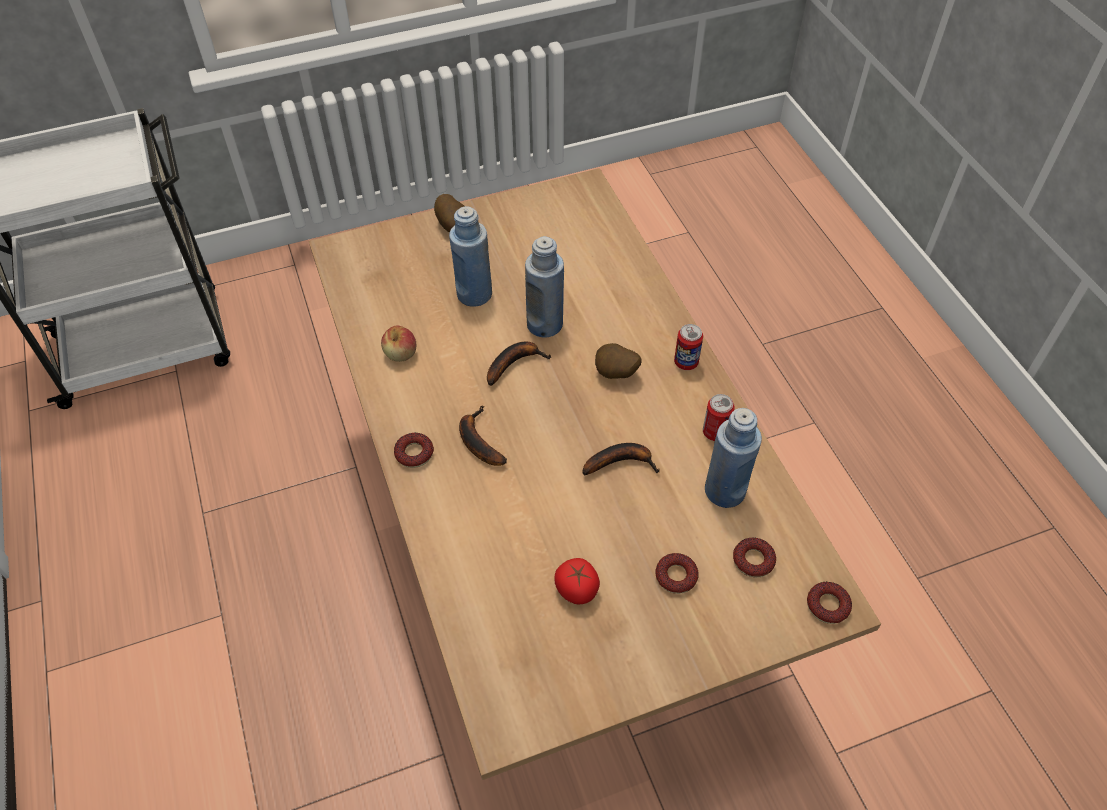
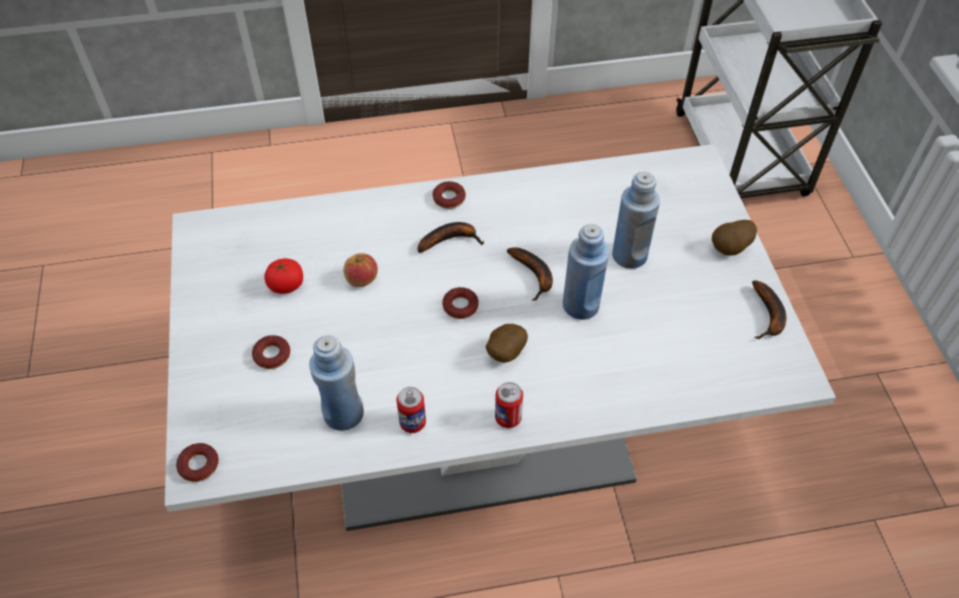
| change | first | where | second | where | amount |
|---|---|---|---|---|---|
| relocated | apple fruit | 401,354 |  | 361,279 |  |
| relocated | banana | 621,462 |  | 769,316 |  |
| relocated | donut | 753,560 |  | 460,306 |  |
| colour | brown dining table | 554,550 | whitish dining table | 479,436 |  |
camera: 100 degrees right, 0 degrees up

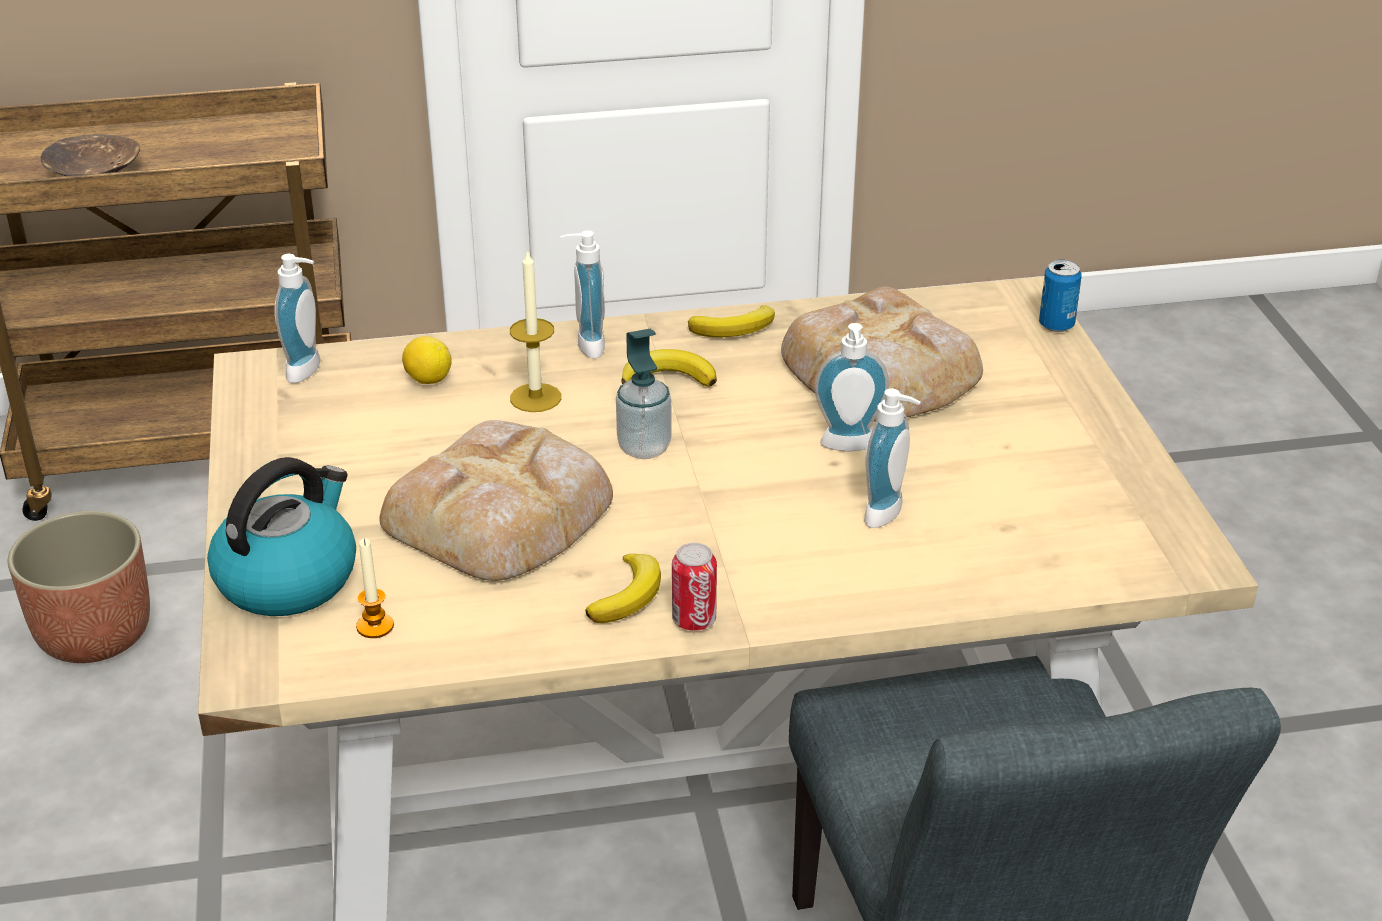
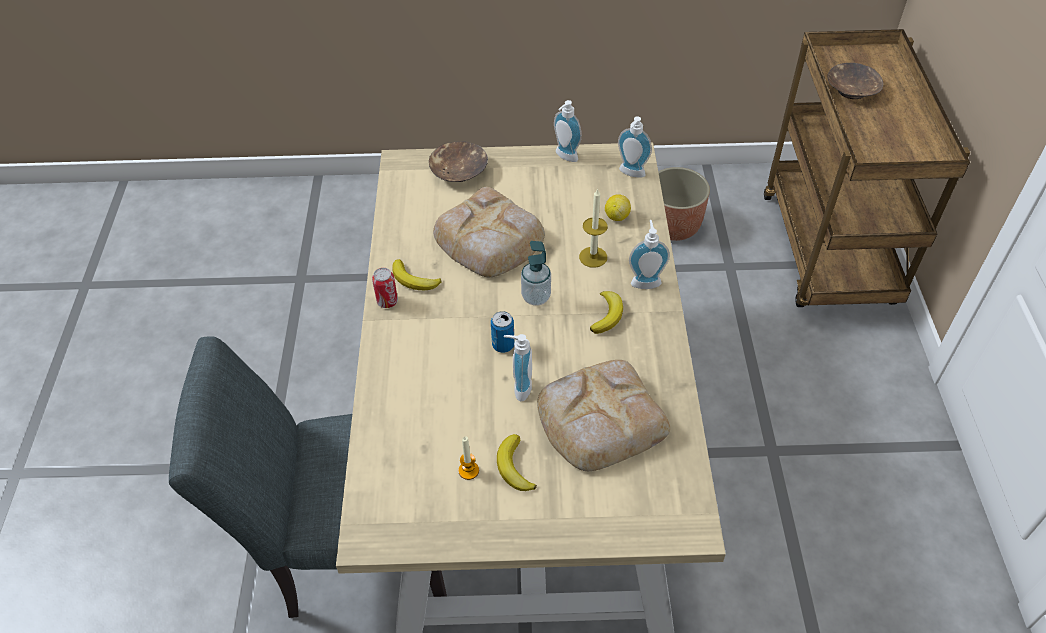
| change | first | where | second | where | amount |
|---|---|---|---|---|---|
| relocated | wax light | 375,626 |  | 468,470 |  |
| relocated | banana | 735,328 |  | 514,467 |  |
| relocated | soap dispenser | 889,515 |  | 564,157 |  |
| relocated | sealed can | 1056,325 |  | 503,345 |  |
| exchanged | water kettle | 288,578 | brown bowl | 459,171 |  |
camera: 100 degrees right, 15 degrees up

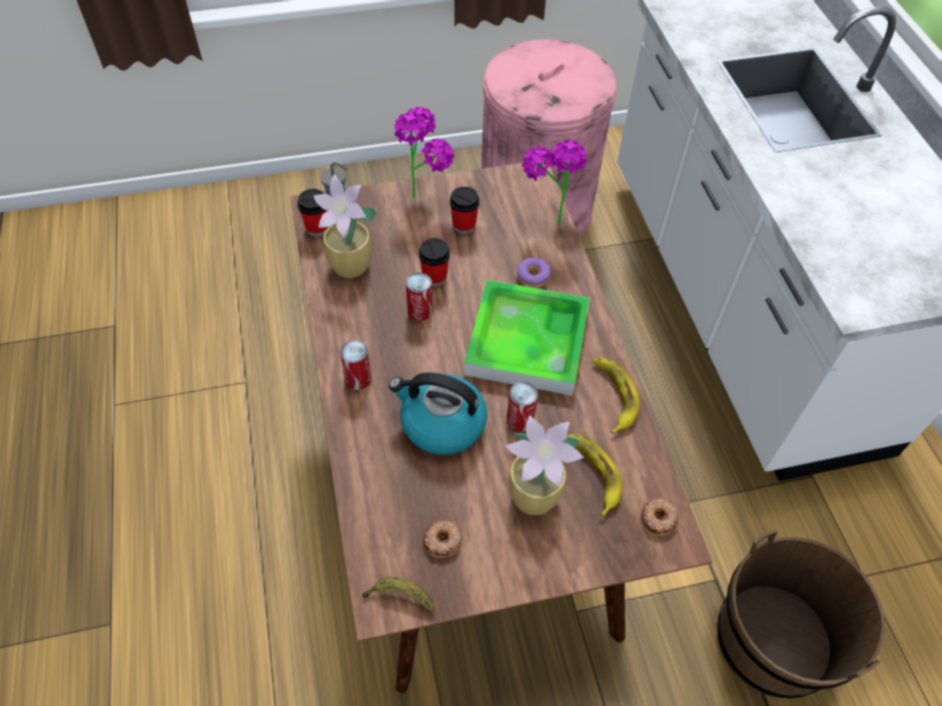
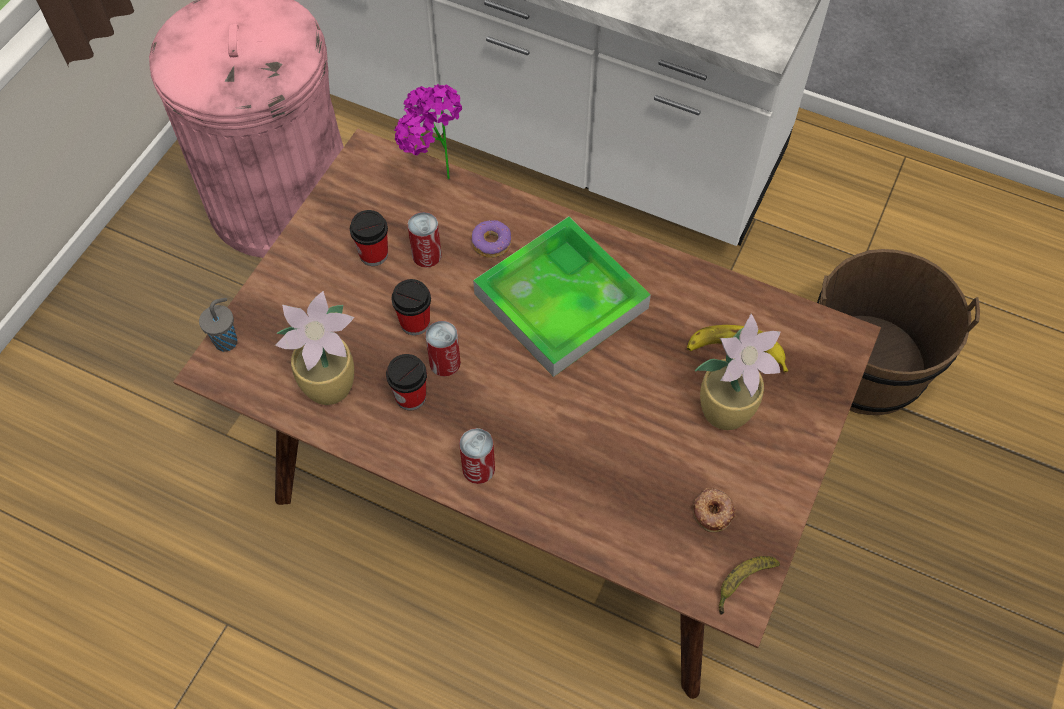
| change | first | where | second | where | amount |
|---|---|---|---|---|---|
| missing | water kettle | 441,424 |  |  |  |
| missing | plant in a pot | 424,192 |  |  |  |
| missing | banana | 613,395 |  |  |  |
| missing | donut | 659,518 |  |  |  |
| relocated | drinking cup | 317,228 |  | 410,397 |  |
| relocated | sealed can | 520,419 |  | 427,255 |  |
camera: 50 degrees left, 5 degrees up

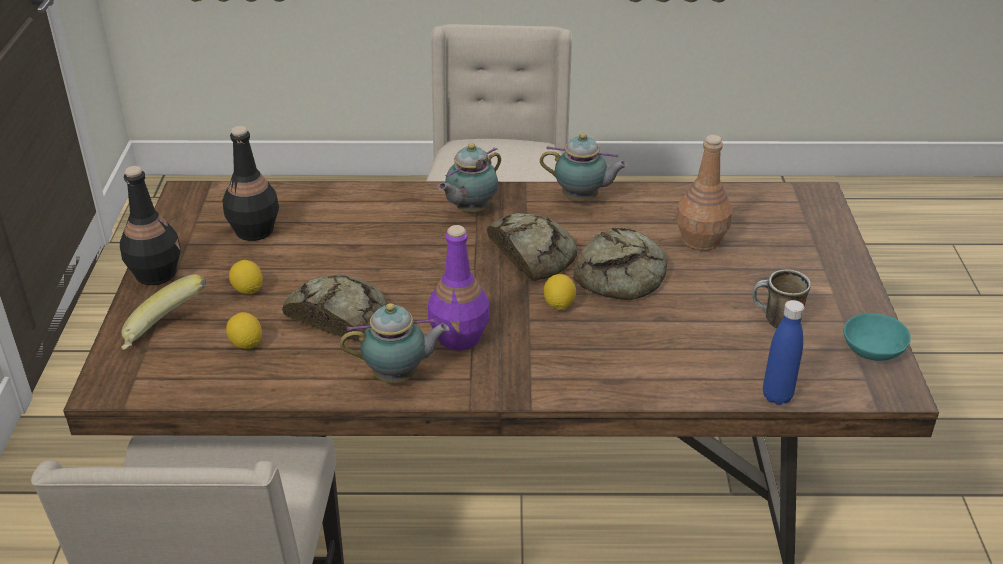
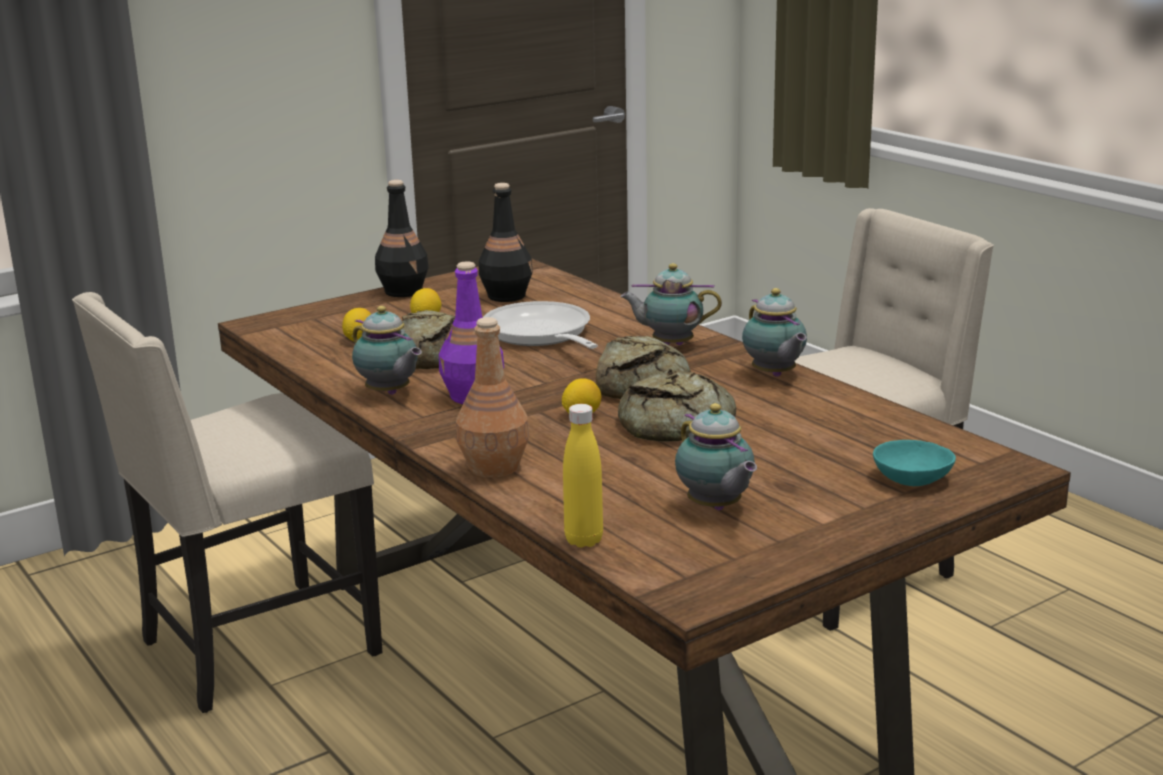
| change | first | where | second | where | amount |
|---|---|---|---|---|---|
| missing | banana | 165,334 |  |  |  |
| appeared |  |  | skillet | 540,335 |  |
| relocated | brown beverage bottle | 700,240 |  | 493,467 |  |
| relocated | turquoise bowl | 872,347 |  | 913,477 |  |
| exchanged | tea mug | 775,321 | teapot | 715,508 |  |
| colour | blue beverage bottle | 777,396 | yellowish beverage bottle | 584,540 |  |
camera: 55 degrees right, 15 degrees down

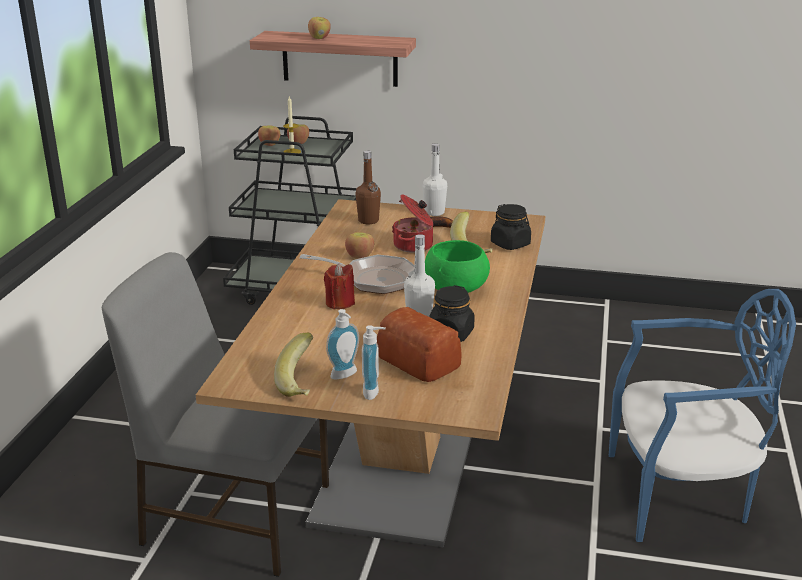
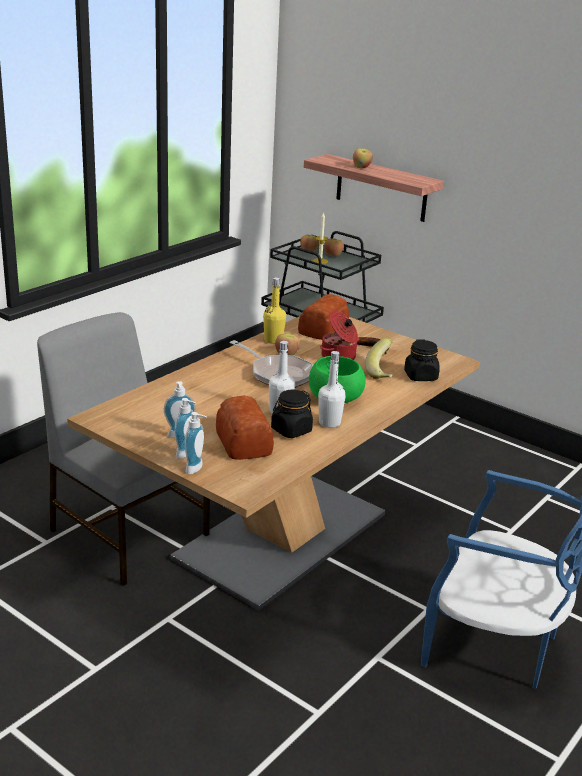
| change | first | where | second | where | amount |
|---|---|---|---|---|---|
| missing | banana | 302,383 |  |  |  |
| missing | red-coloured wax light | 340,303 |  |  |  |
| appeared |  |  | soap dispenser | 196,469 |  |
| appeared |  |  | yellowish beverage bottle | 273,340 |  |
| relocated | whitish beverage bottle | 434,212 |  | 329,423 |  |
| exchanged | brown beverage bottle | 368,221 | bread | 324,329 |  |
camera: 25 degrees right, 0 degrees up

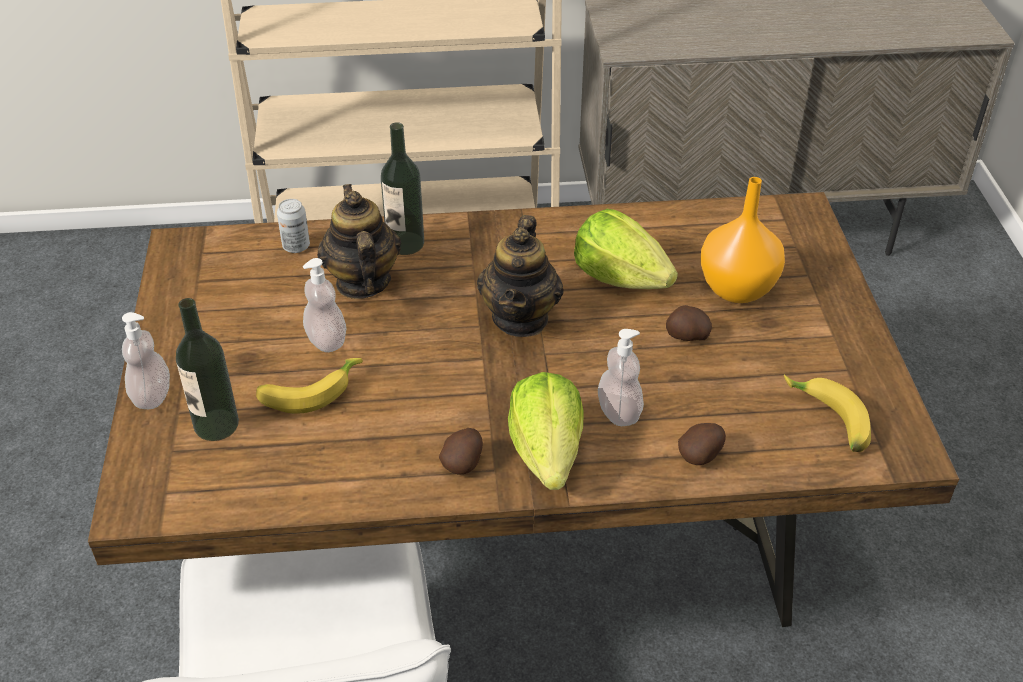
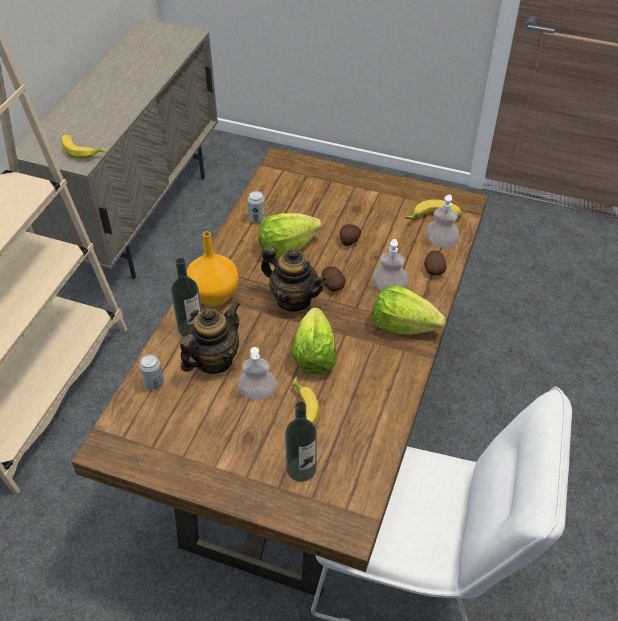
| change | first | where | second | where | amount |
|---|---|---|---|---|---|
| appeared |  |  | banana | 83,151 |  |
| appeared |  |  | sealed can | 257,219 |  |
| appeared |  |  | lettuce head | 314,355 |  |
| relocated | soap dispenser | 152,396 |  | 441,242 |  |
| relocated | potato | 464,462 |  | 332,285 |  |
| relocated | orangey flower vase | 738,288 |  | 214,294 |  |
| spun | teapot | 362,282 |  | 214,360 | 120 degrees clockwise |
camera: 65 degrees left, 5 degrees up

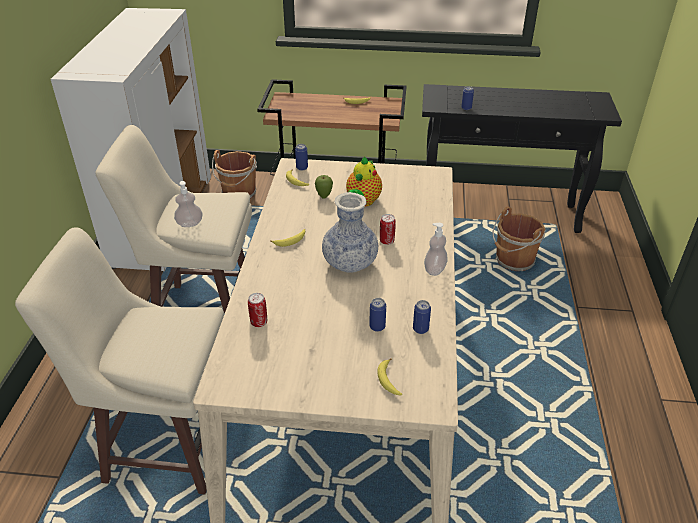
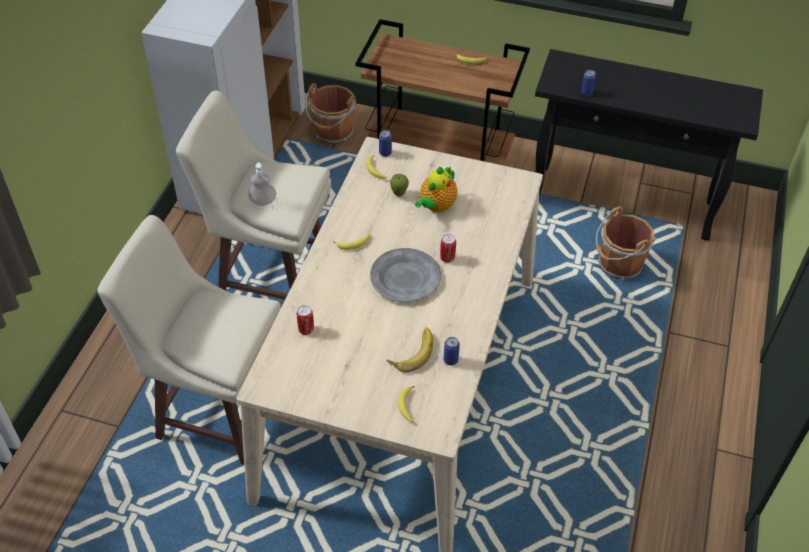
| change | first | where | second | where | amount |
|---|---|---|---|---|---|
| missing | soap dispenser | 434,269 |  |  |  |
| exchanged | flower vase | 350,263 | greyish dinner plate | 404,278 |  |
| exchanged | sealed can | 377,327 | banana | 411,351 |  |
camera: 10 degrees right, 10 degrees up

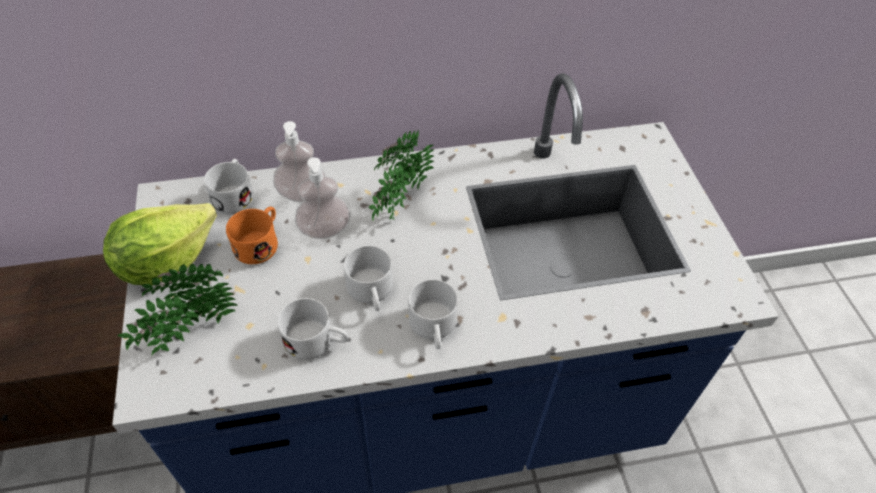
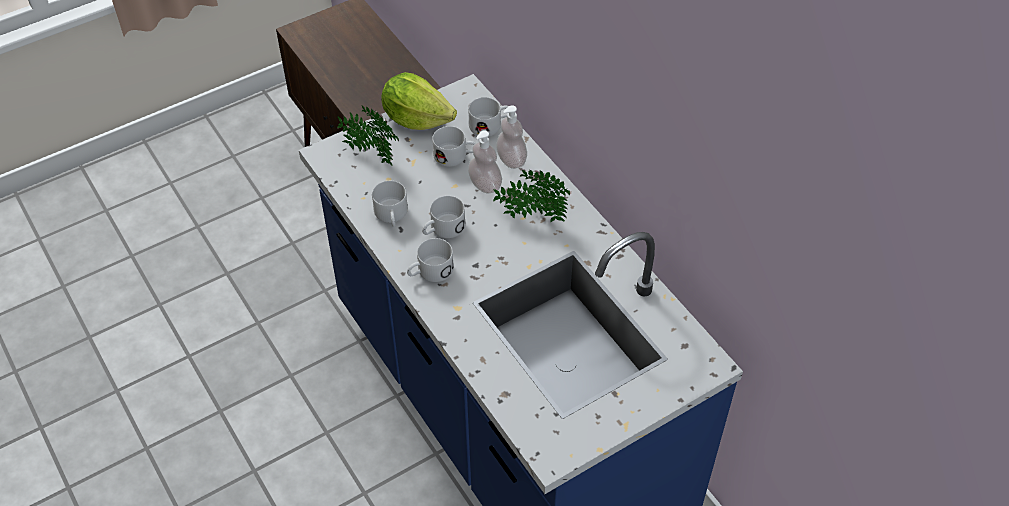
| change | first | where | second | where | amount |
|---|---|---|---|---|---|
| colour | orangey tea mug | 260,242 | whitish tea mug | 456,156 |  |
camera: 70 degrees right, 0 degrees up

